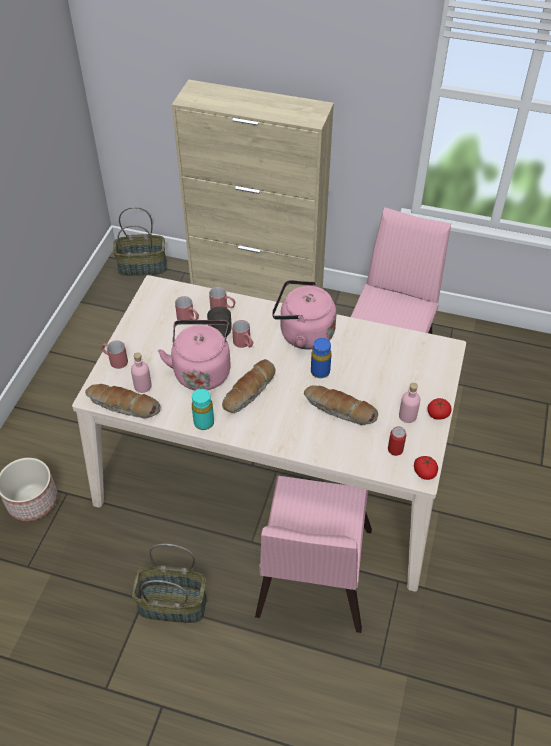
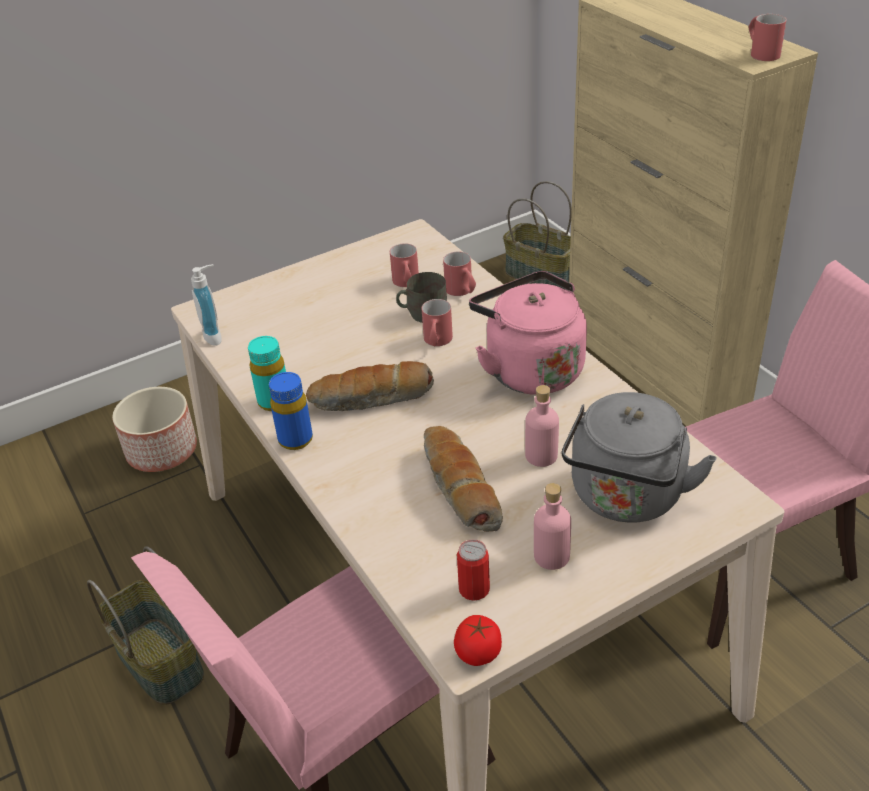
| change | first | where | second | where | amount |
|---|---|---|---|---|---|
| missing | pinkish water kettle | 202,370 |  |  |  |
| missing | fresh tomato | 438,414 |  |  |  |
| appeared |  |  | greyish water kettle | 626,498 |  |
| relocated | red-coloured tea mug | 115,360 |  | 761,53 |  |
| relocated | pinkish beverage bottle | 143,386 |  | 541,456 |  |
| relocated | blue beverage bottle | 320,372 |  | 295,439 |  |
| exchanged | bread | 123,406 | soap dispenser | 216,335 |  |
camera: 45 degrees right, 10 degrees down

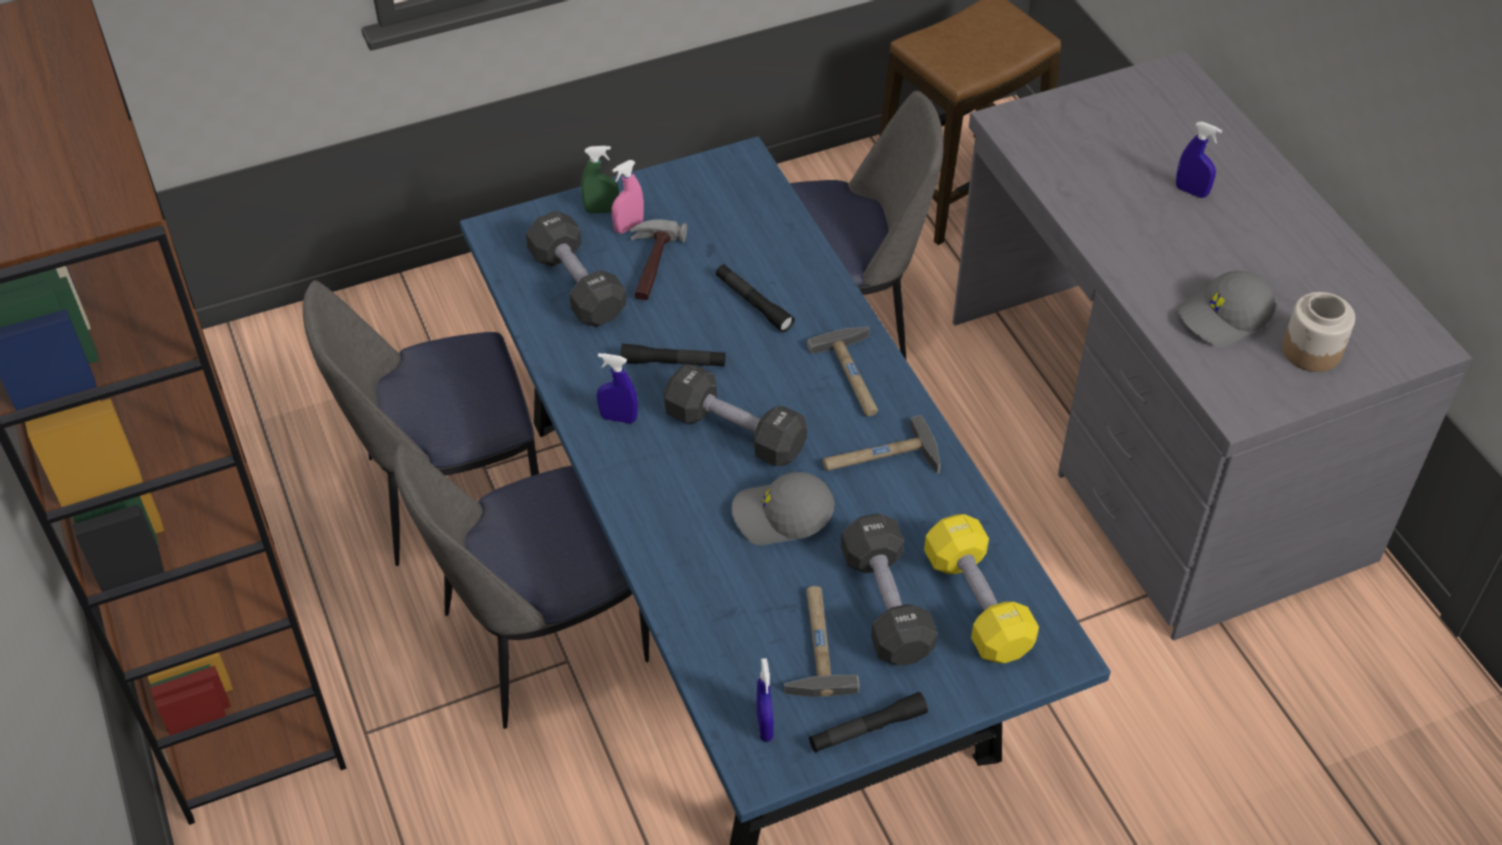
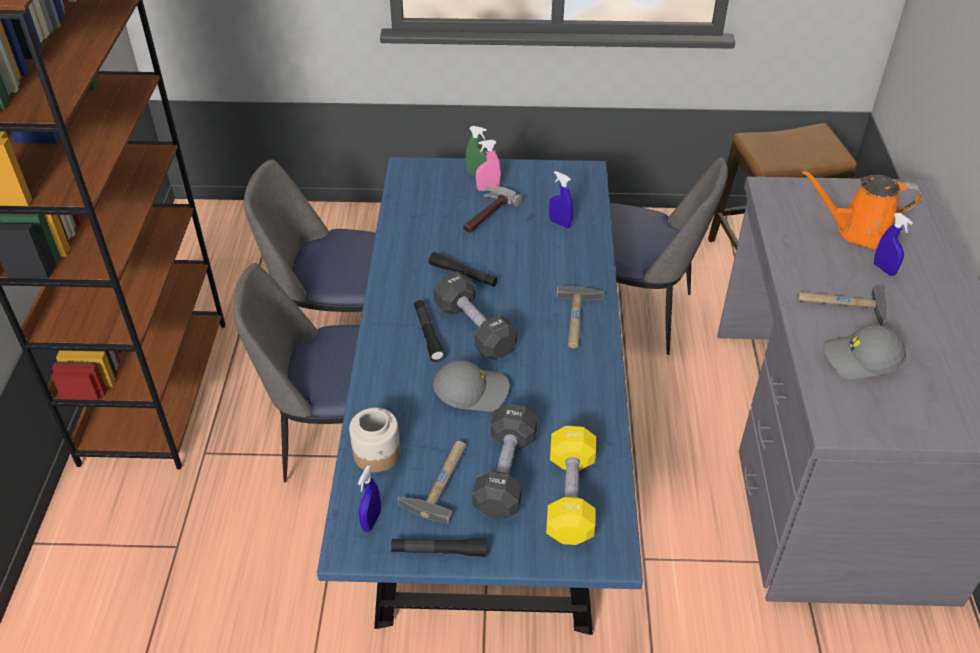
| change | first | where | second | where | amount |
|---|---|---|---|---|---|
| missing | blackish dumbbell | 577,286 |  |  |  |
| appeared |  |  | orangey watering pot | 859,231 |  |
| relocated | blue hand sprayer | 618,418 |  | 560,223 |  |
| relocated | blackish torch | 753,303 |  | 428,334 |  |
| relocated | hammer | 880,459 |  | 841,306 |  |
| relocated | preserve jar | 1312,351 |  | 377,454 |  |
| spun | greyish cap | 782,516 |  | 471,391 | 150 degrees clockwise |
camera: 25 degrees right, 5 degrees down

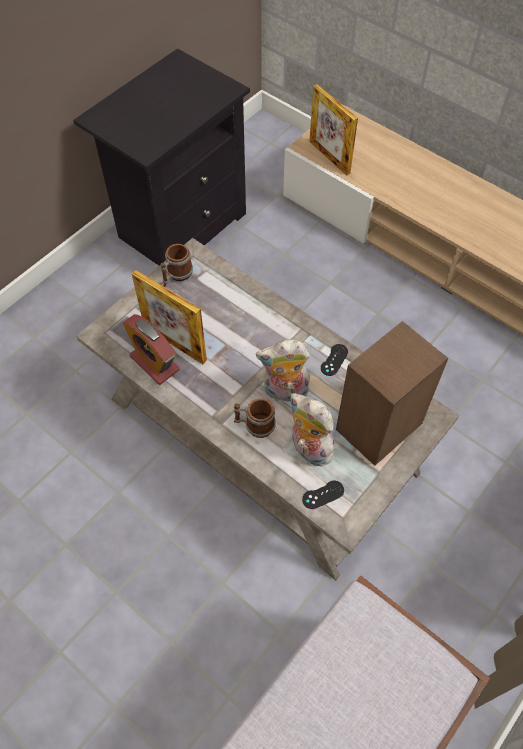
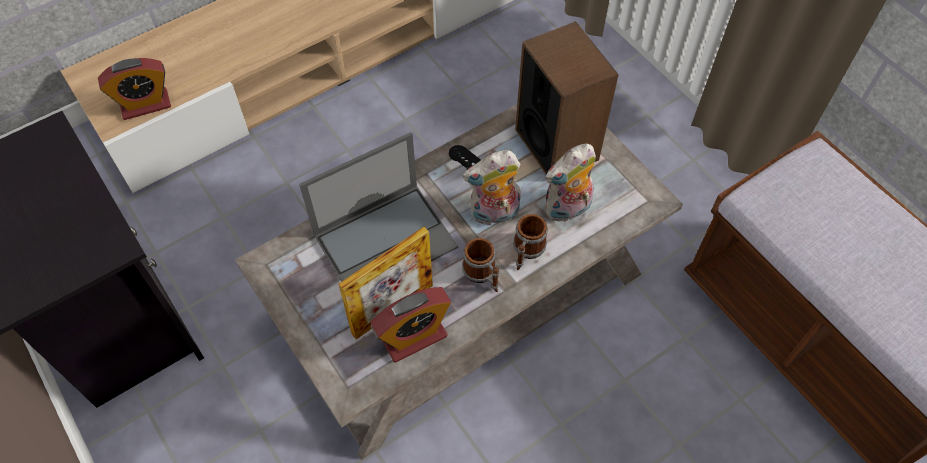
| change | first | where | second | where | amount |
|---|---|---|---|---|---|
| missing | blackish game controller | 323,495 |  |  |  |
| appeared |  |  | laptop | 386,240 |  |
| relocated | tea mug | 176,275 |  | 483,275 |  |
| exchanged | standing frame | 329,157 | table clock | 145,105 |  |
| spun | plush toy | 284,392 |  | 494,214 | 60 degrees clockwise |
camera: 75 degrees left, 0 degrees up

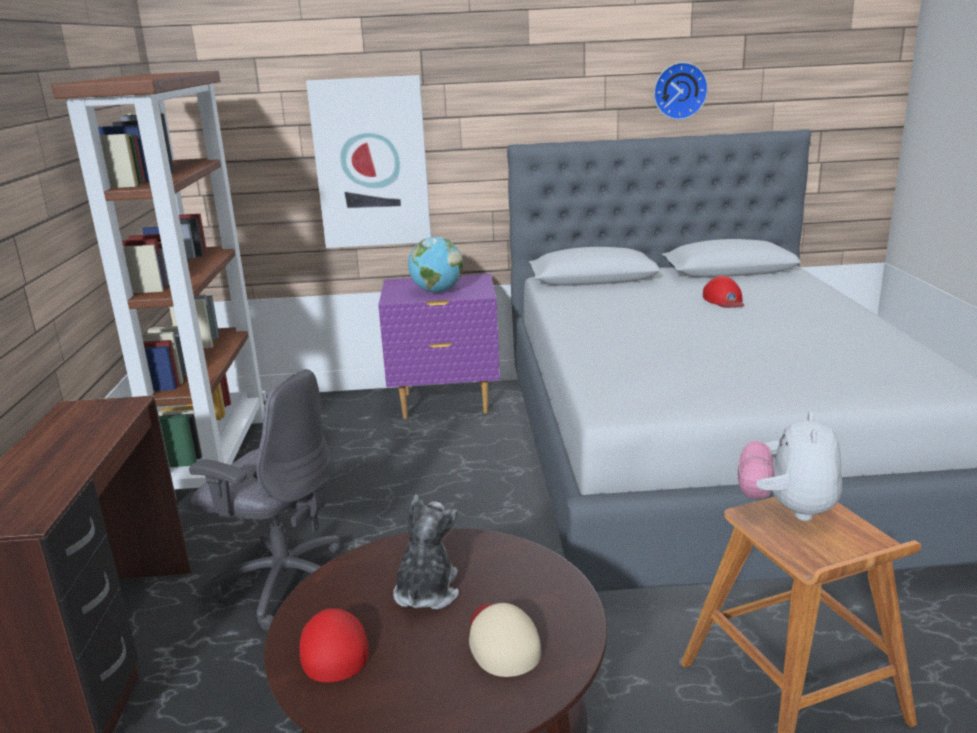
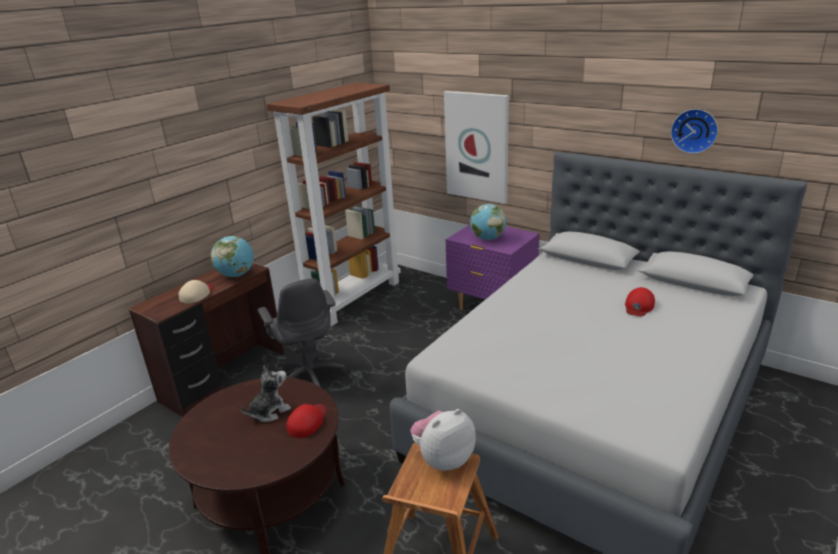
| change | first | where | second | where | amount |
|---|---|---|---|---|---|
| appeared |  |  | globe | 236,275 |  |
| relocated | red-coloured cap | 333,646 |  | 307,421 |  |
| relocated | sand-coloured cap | 502,641 |  | 197,294 |  |
camera: 40 degrees right, 5 degrees up

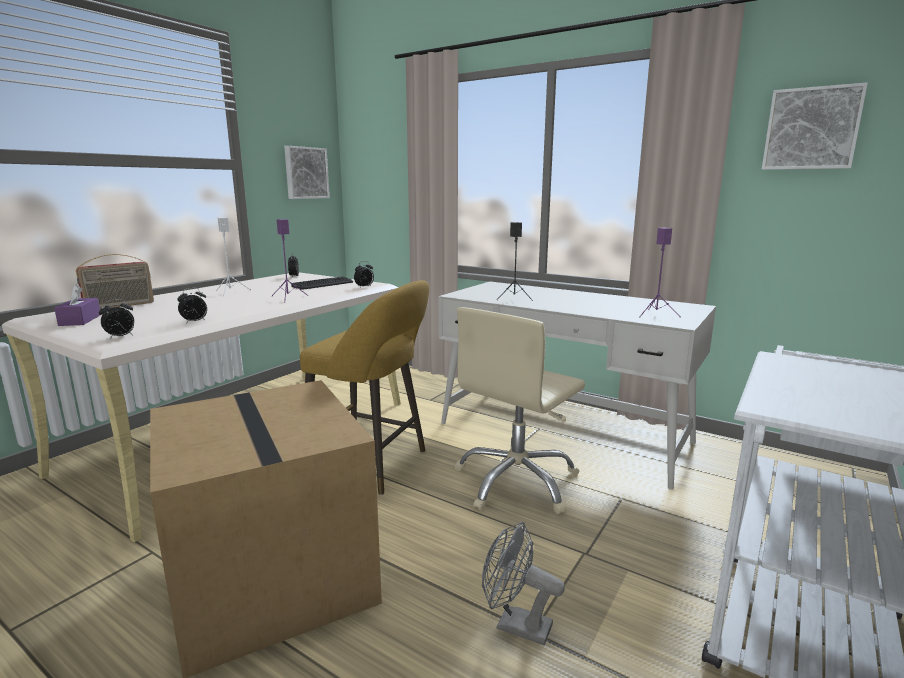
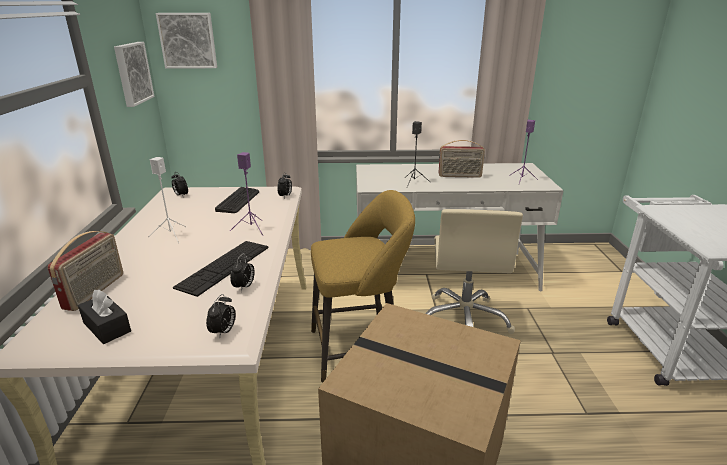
| change | first | where | second | where | amount |
|---|---|---|---|---|---|
| missing | greyish fan | 515,625 |  |  |  |
| appeared |  |  | computer keyboard | 224,266 |  |
| appeared |  |  | radio receiver | 460,176 |  |
| relocated | wall picture | 811,129 |  | 188,40 |  |
| colour | purple tissue box | 80,320 | blackish tissue box | 107,327 |  |
camera: 35 degrees left, 10 degrees up

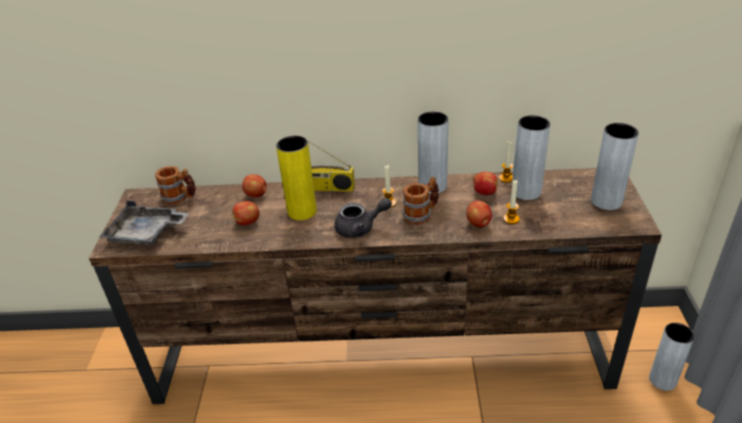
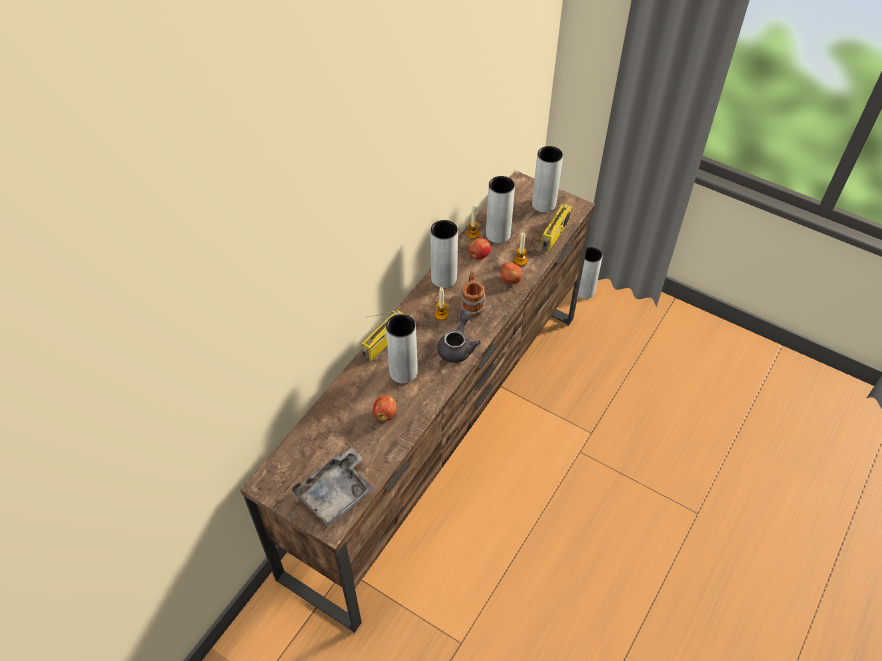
| change | first | where | second | where | amount |
|---|---|---|---|---|---|
| missing | tea mug | 180,197 |  |  |  |
| missing | apple fruit | 256,195 |  |  |  |
| appeared |  |  | radio receiver | 555,235 |  |
| colour | yellowish flower vase | 302,211 | greyish flower vase | 403,372 |  |
camera: 60 degrees left, 15 degrees up

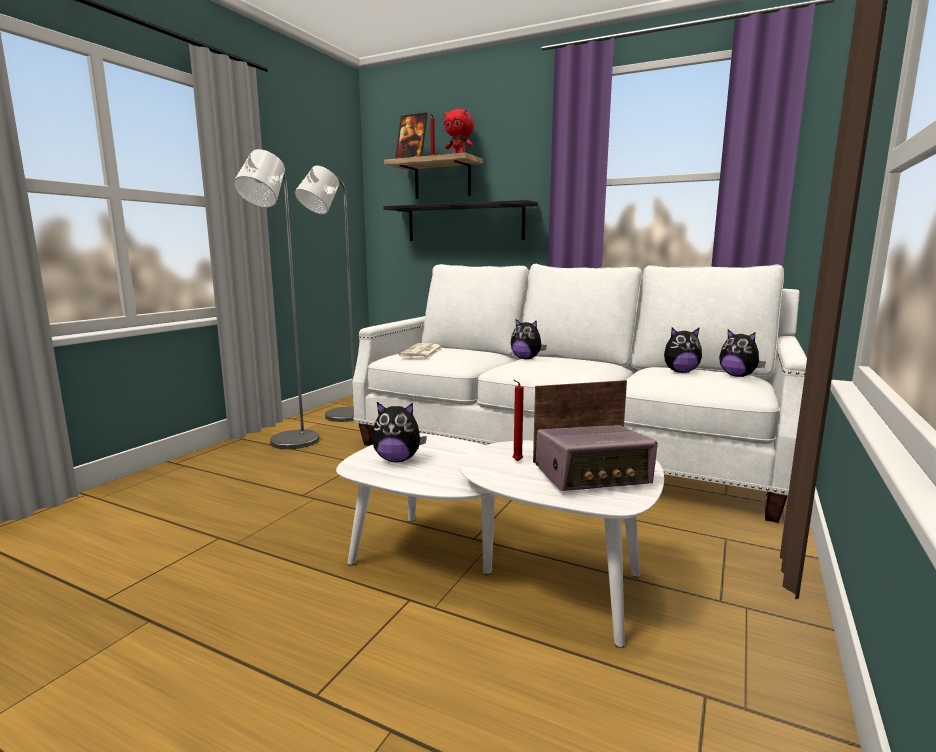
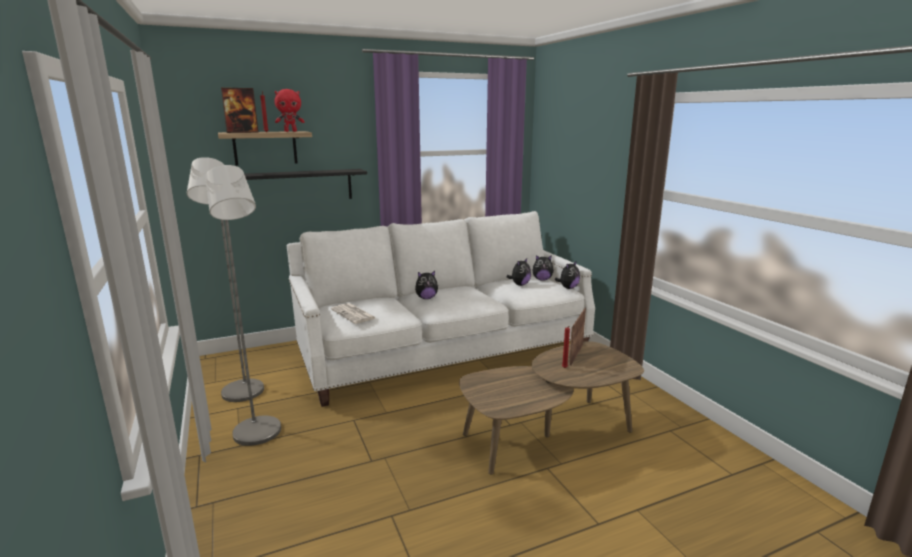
| change | first | where | second | where | amount |
|---|---|---|---|---|---|
| missing | radio receiver | 592,477 |  |  |  |
| relocated | plush toy | 397,459 |  | 568,288 |  |
| colour | whitish lounge table | 493,571 | brown lounge table | 548,434 |  |
camera: 50 degrees left, 5 degrees up

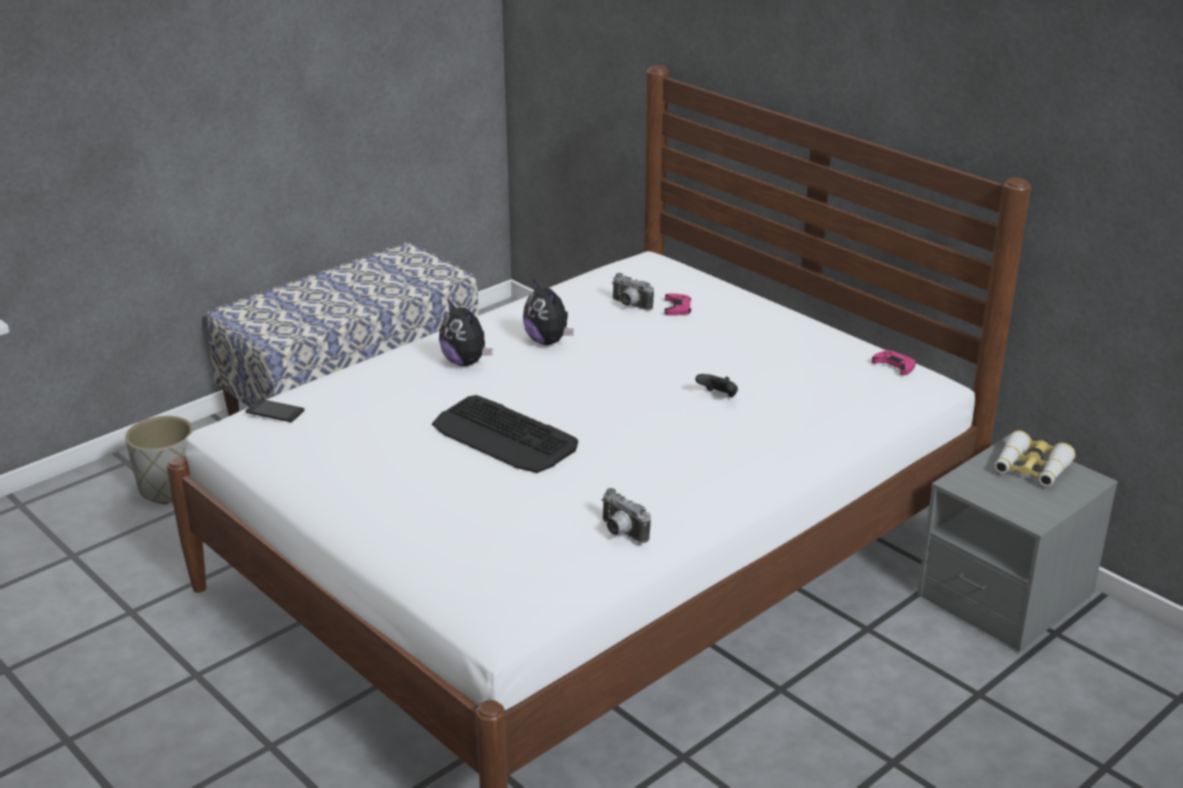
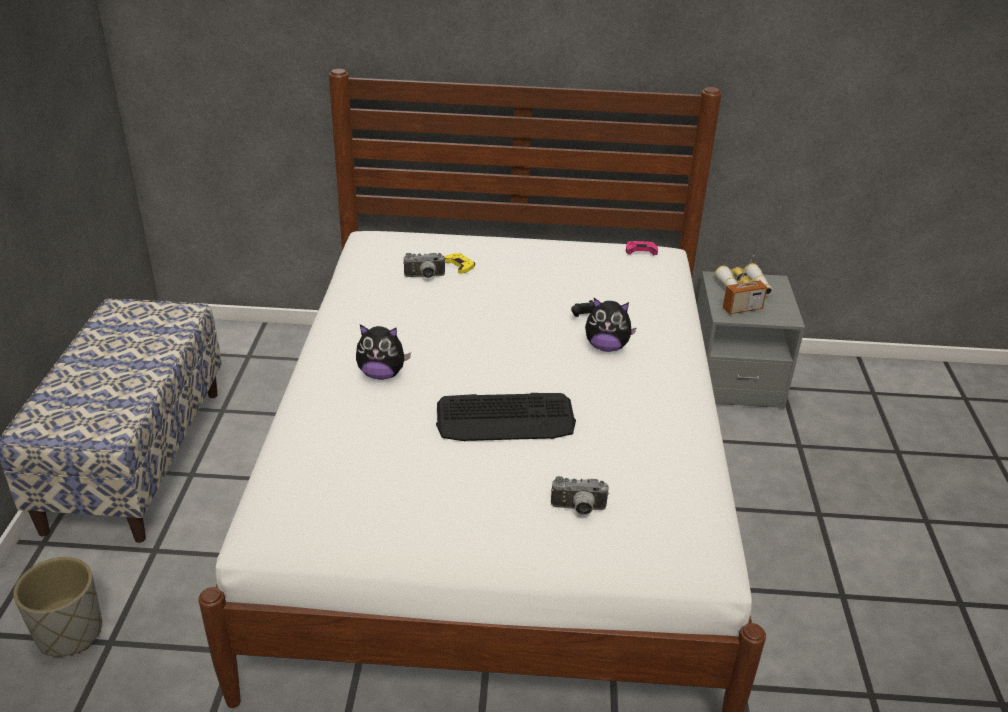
| change | first | where | second | where | amount |
|---|---|---|---|---|---|
| missing | telephone | 275,411 |  |  |  |
| appeared |  |  | radio receiver | 742,309 |  |
| relocated | plush toy | 548,341 |  | 606,347 |  |
| relocated | photo camera | 620,532 |  | 578,509 |  |
| colour | pinkish game controller | 677,308 | yellowish game controller | 459,265 |  |
camera: 45 degrees left, 5 degrees up

